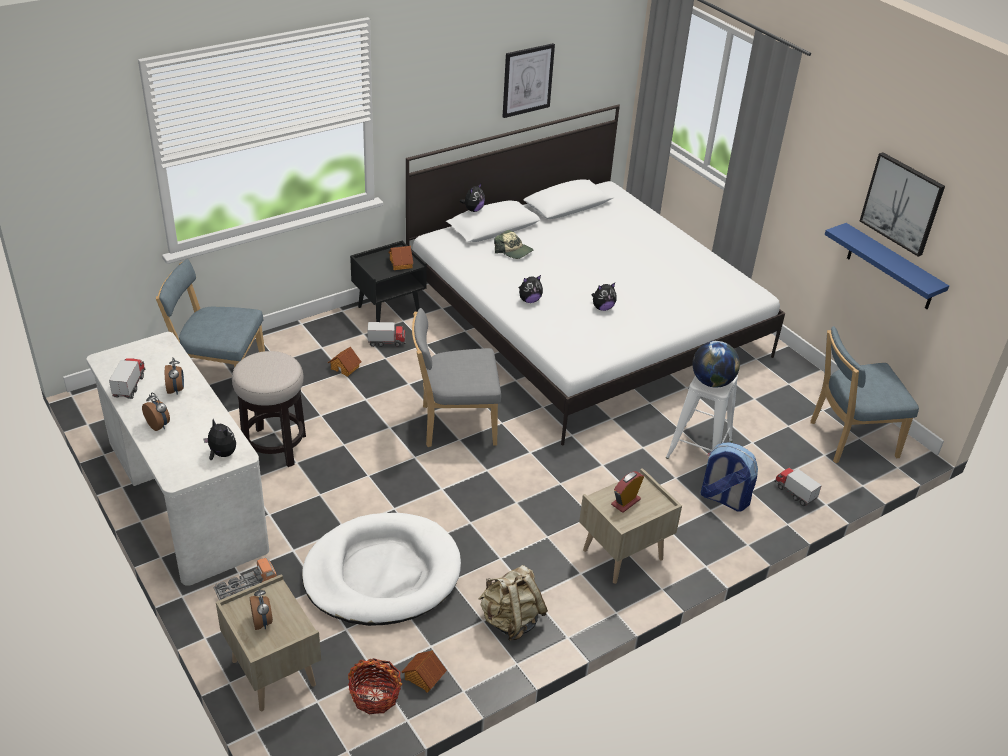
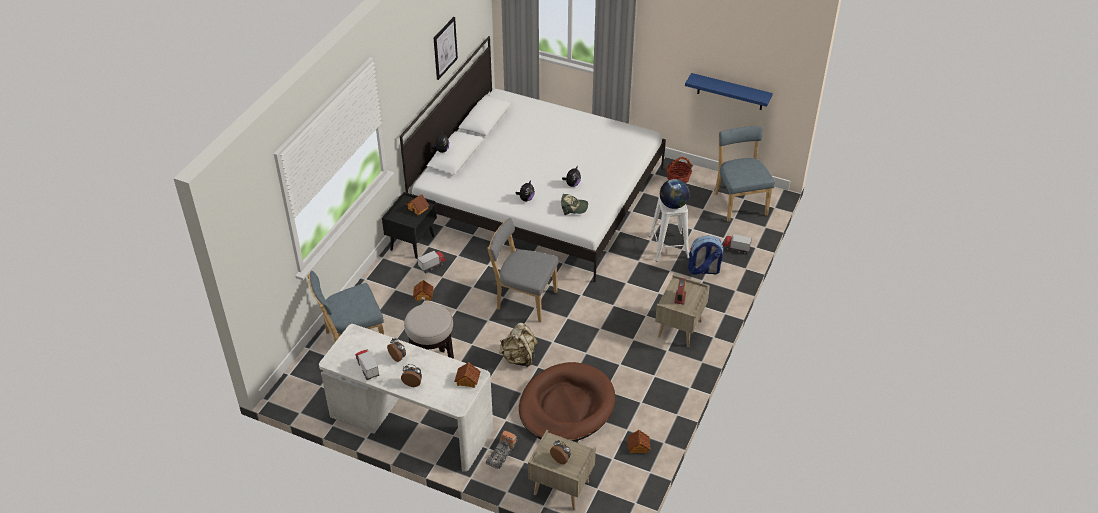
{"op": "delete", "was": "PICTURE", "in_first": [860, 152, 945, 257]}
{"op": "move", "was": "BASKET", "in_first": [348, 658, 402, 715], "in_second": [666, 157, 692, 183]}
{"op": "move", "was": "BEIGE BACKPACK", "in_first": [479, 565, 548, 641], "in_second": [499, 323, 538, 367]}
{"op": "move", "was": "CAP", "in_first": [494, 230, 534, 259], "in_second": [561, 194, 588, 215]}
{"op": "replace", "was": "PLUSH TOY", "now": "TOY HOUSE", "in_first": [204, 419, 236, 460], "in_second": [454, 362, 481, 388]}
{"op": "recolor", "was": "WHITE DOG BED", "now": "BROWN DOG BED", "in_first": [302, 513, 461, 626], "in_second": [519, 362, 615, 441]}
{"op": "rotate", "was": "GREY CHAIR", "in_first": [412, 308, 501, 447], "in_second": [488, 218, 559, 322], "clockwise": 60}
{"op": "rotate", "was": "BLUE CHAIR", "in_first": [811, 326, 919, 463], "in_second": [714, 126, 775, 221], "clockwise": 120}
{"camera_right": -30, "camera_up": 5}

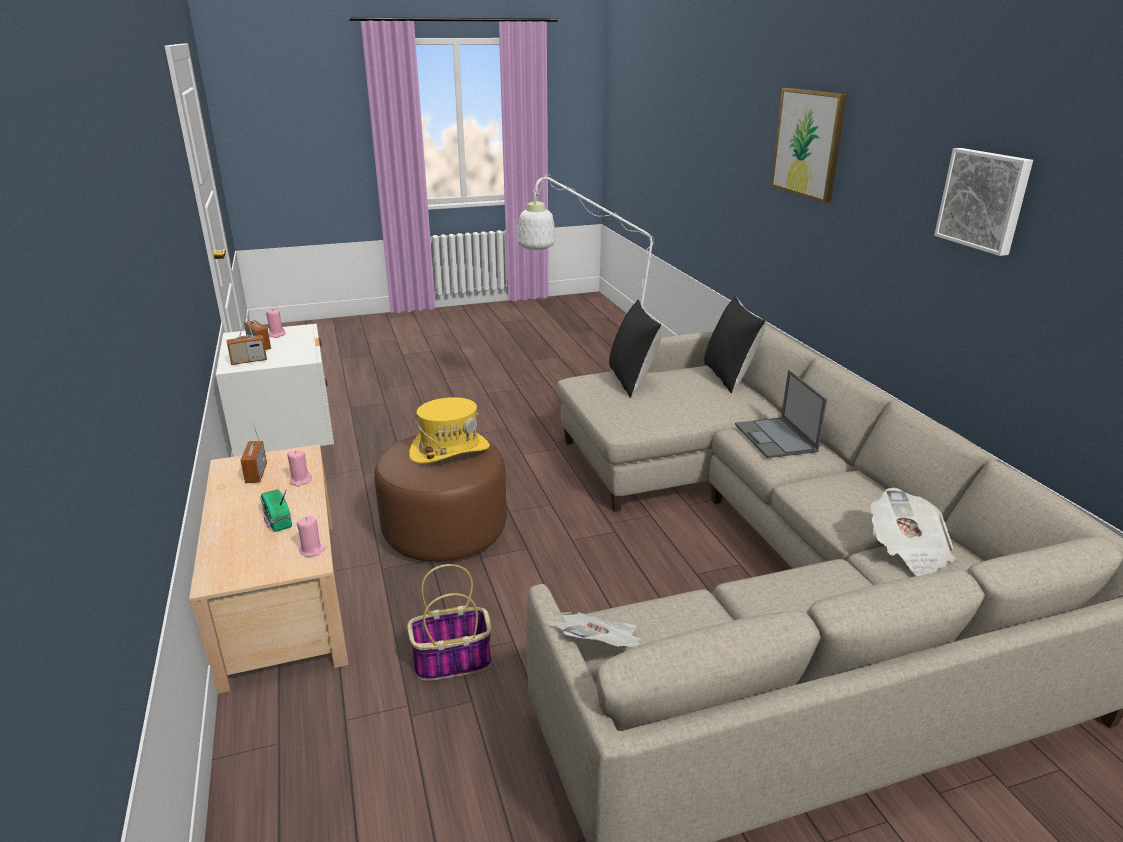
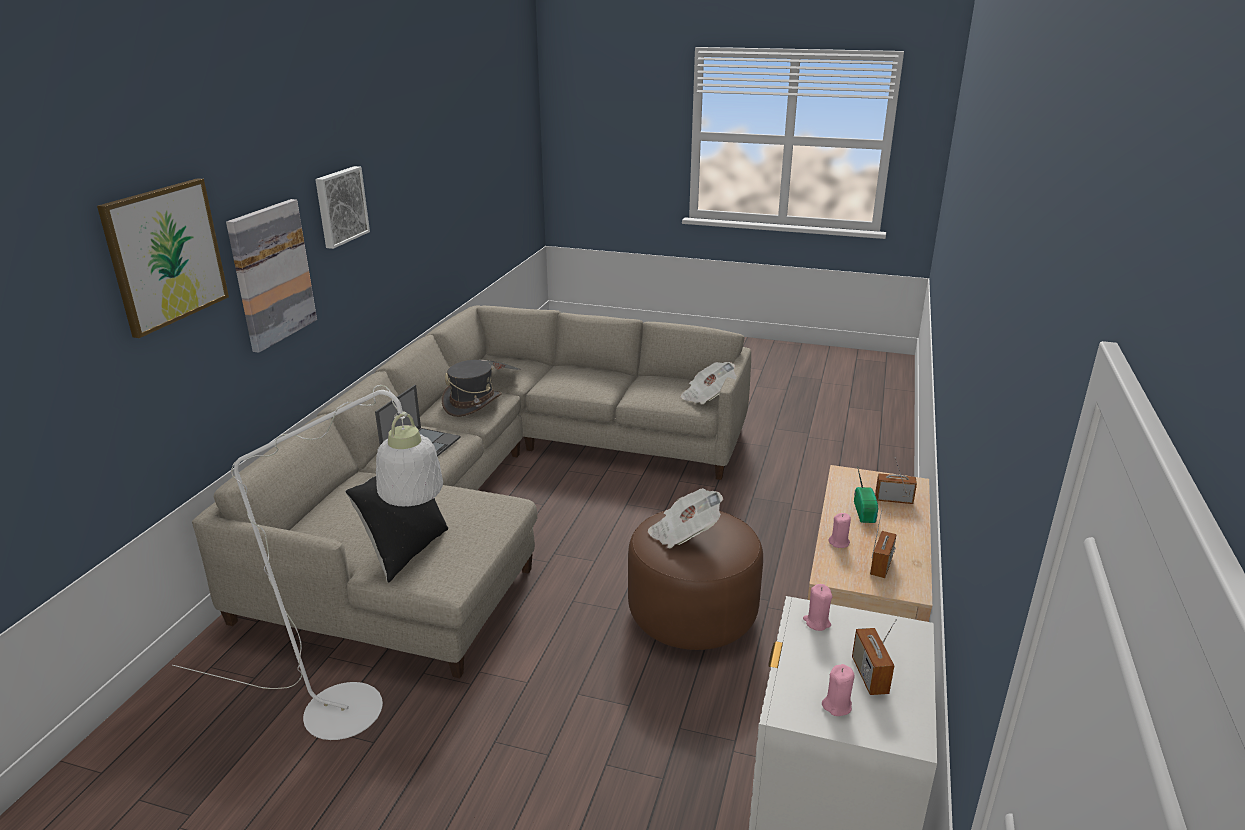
{"op": "delete", "was": "BASKET", "in_first": [407, 564, 491, 681]}
{"op": "delete", "was": "BLACK PILLOW", "in_first": [704, 296, 766, 393]}
{"op": "insert", "now": "PICTURE", "in_second": [226, 199, 317, 353]}
{"op": "insert", "now": "GREY HAT", "in_second": [442, 360, 502, 417]}
{"op": "move", "was": "RADIO", "in_first": [226, 311, 267, 365], "in_second": [875, 457, 917, 504]}
{"op": "move", "was": "PINK CANDLE", "in_first": [296, 516, 326, 557], "in_second": [803, 584, 832, 631]}
{"op": "replace", "was": "YELLOW HAT", "now": "NEWSPAPER", "in_first": [409, 397, 490, 464], "in_second": [648, 488, 723, 548]}
{"camera_right": -145, "camera_up": 0}

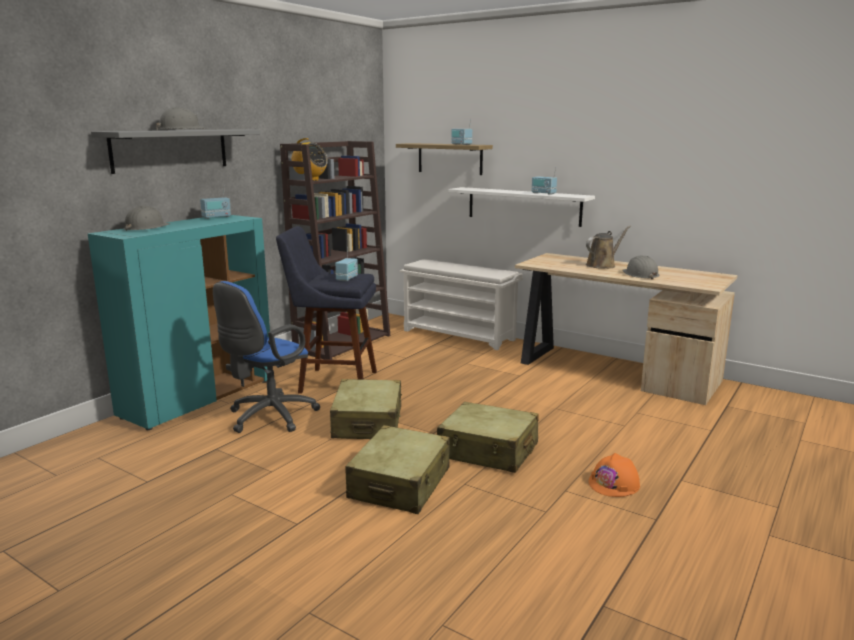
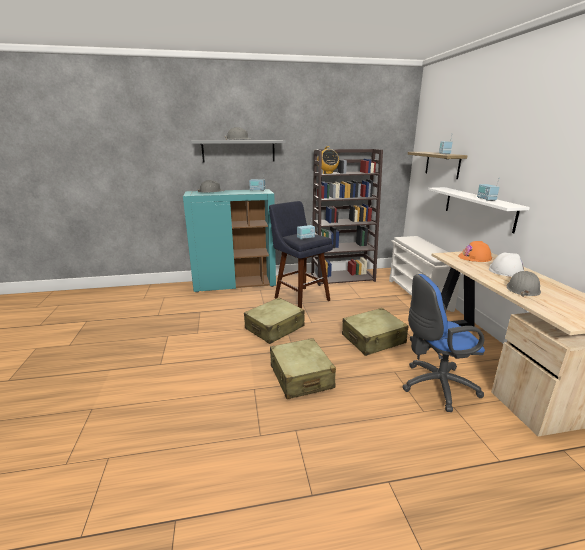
{"op": "move", "was": "BLUE OFFICE CHAIR", "in_first": [213, 281, 320, 433], "in_second": [402, 274, 485, 412]}
{"op": "move", "was": "BEIGE SUITCASE", "in_first": [345, 425, 450, 514], "in_second": [342, 308, 408, 356]}
{"op": "move", "was": "ORANGE HARD HAT", "in_first": [589, 453, 640, 497], "in_second": [458, 241, 492, 262]}
{"op": "replace", "was": "BROWN WATERING CAN", "now": "WHITE HARD HAT", "in_first": [586, 226, 631, 268], "in_second": [489, 253, 524, 277]}
{"camera_right": 45, "camera_up": 5}

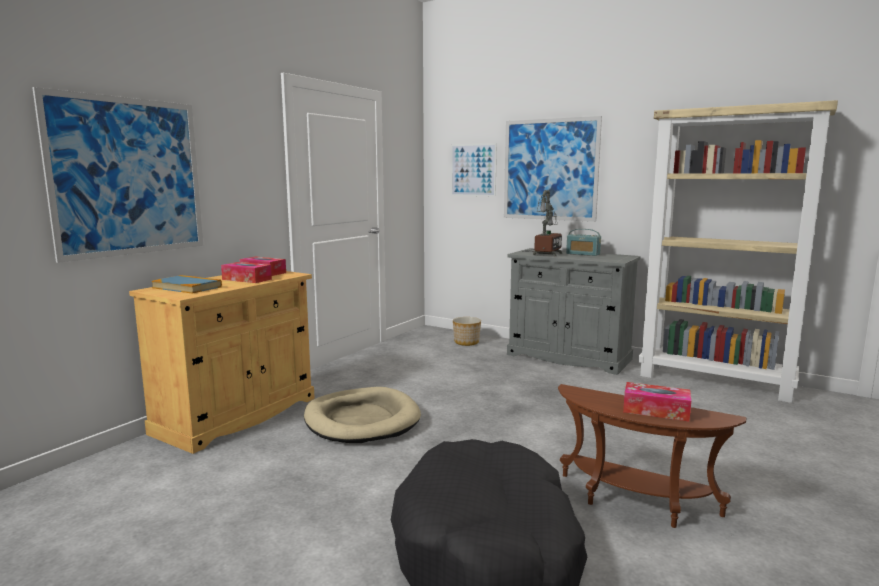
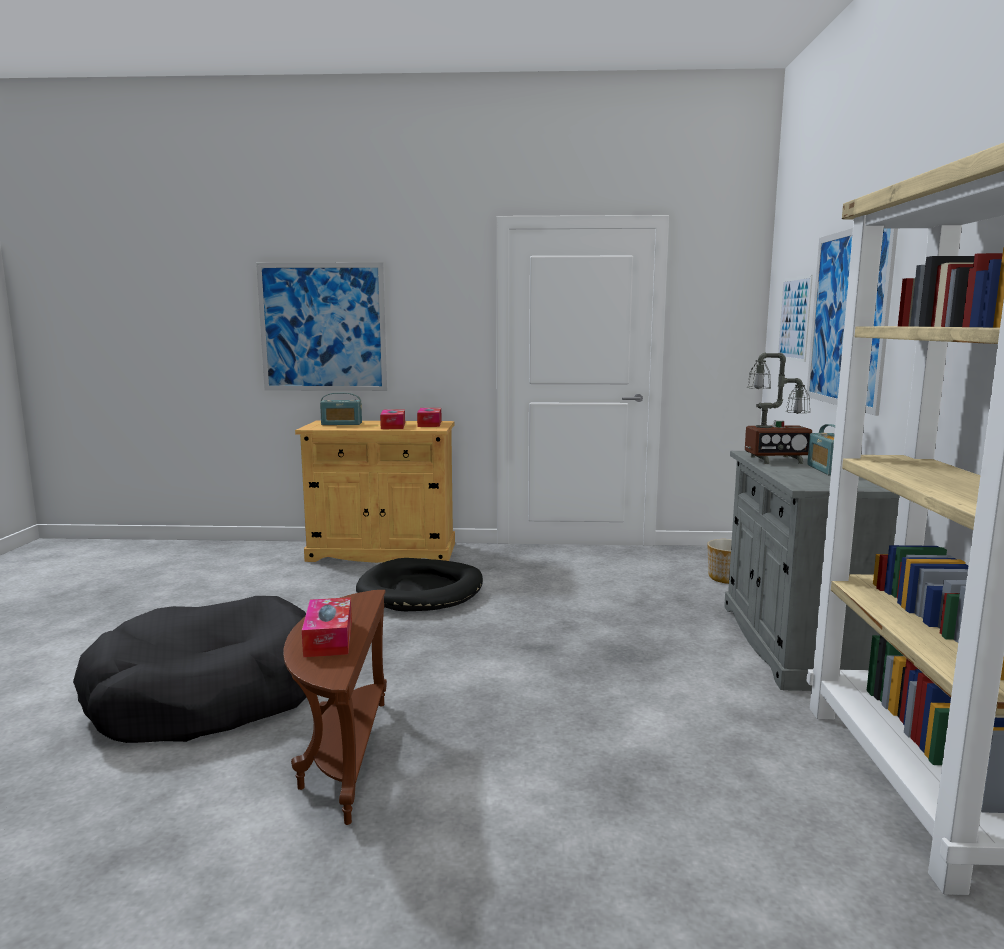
{"op": "replace", "was": "BOOK", "now": "RADIO", "in_first": [151, 275, 222, 294], "in_second": [320, 393, 362, 425]}
{"op": "recolor", "was": "BEIGE DOG BED", "now": "BLACK DOG BED", "in_first": [304, 387, 421, 443], "in_second": [356, 558, 483, 611]}
{"camera_right": 60, "camera_up": 0}

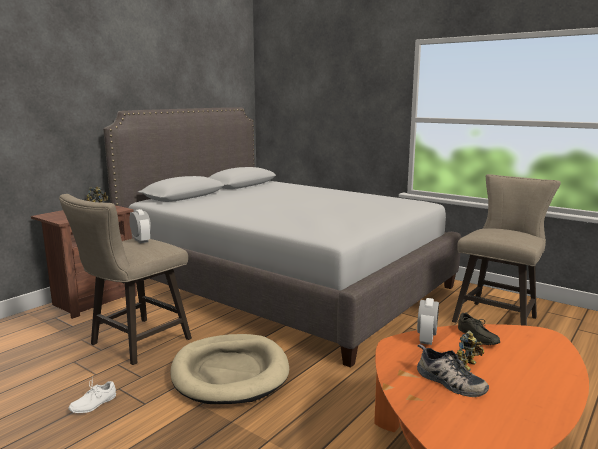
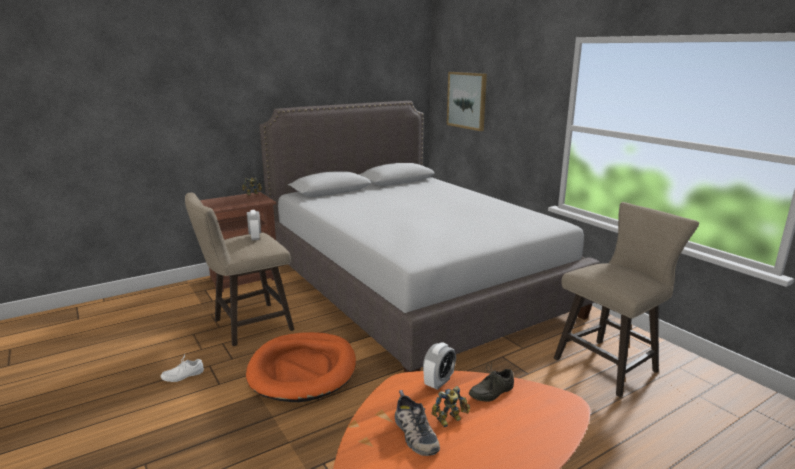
{"op": "insert", "now": "PICTURE", "in_second": [447, 72, 487, 131]}
{"op": "recolor", "was": "BEIGE DOG BED", "now": "ORANGE DOG BED", "in_first": [171, 334, 289, 404], "in_second": [246, 332, 356, 402]}
{"op": "rotate", "was": "GREY SHOE", "in_first": [458, 312, 500, 345], "in_second": [469, 363, 514, 402], "clockwise": 60}
{"camera_right": 20, "camera_up": 5}

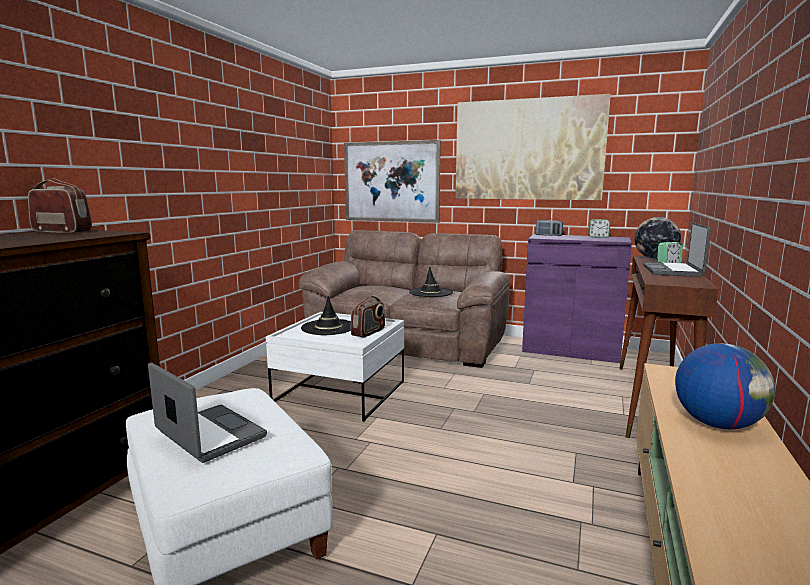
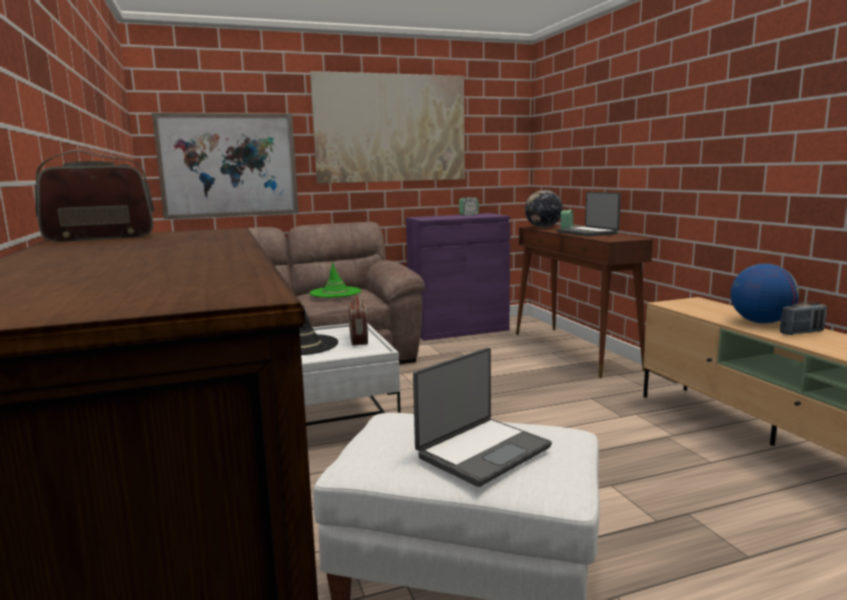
{"op": "move", "was": "RADIO", "in_first": [536, 218, 563, 236], "in_second": [780, 301, 827, 335]}
{"op": "recolor", "was": "BLACK HAT", "now": "GREEN HAT", "in_first": [409, 267, 453, 297], "in_second": [309, 262, 361, 298]}
{"op": "rotate", "was": "LAPTOP", "in_first": [148, 363, 267, 463], "in_second": [413, 348, 552, 487], "clockwise": 135}
{"camera_right": -40, "camera_up": 0}

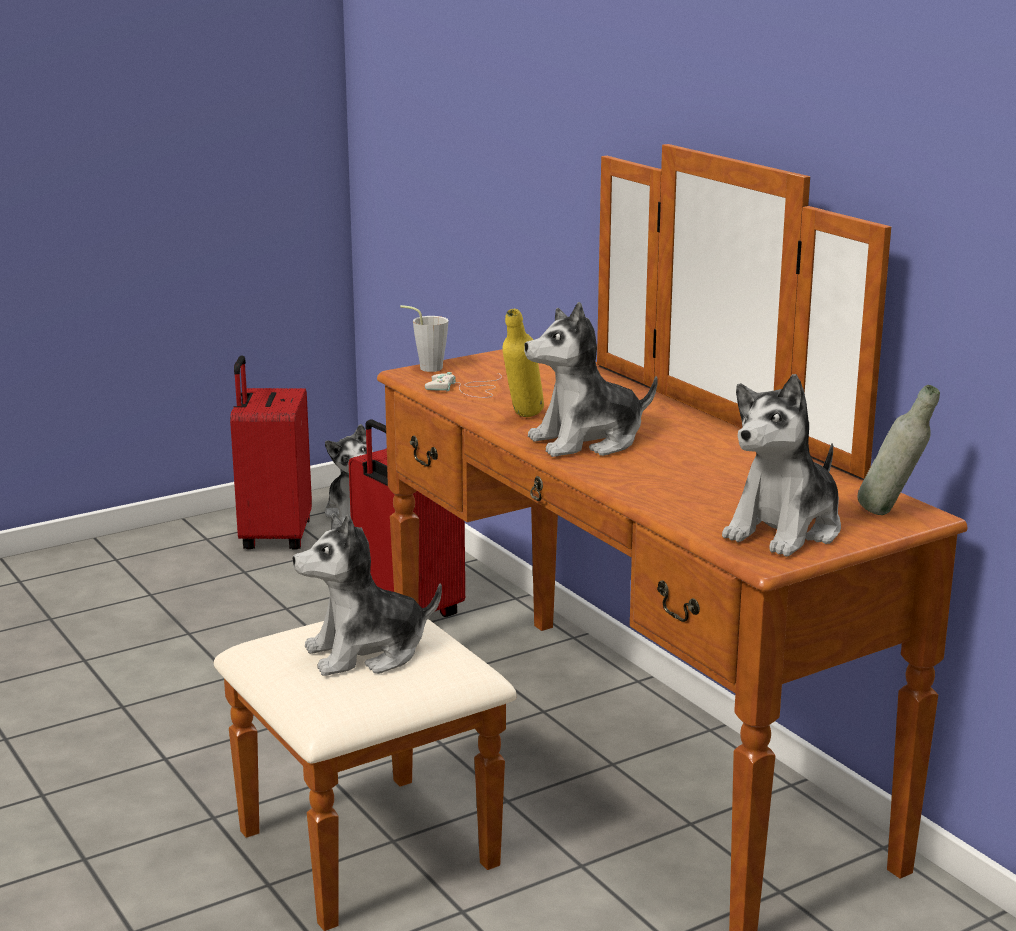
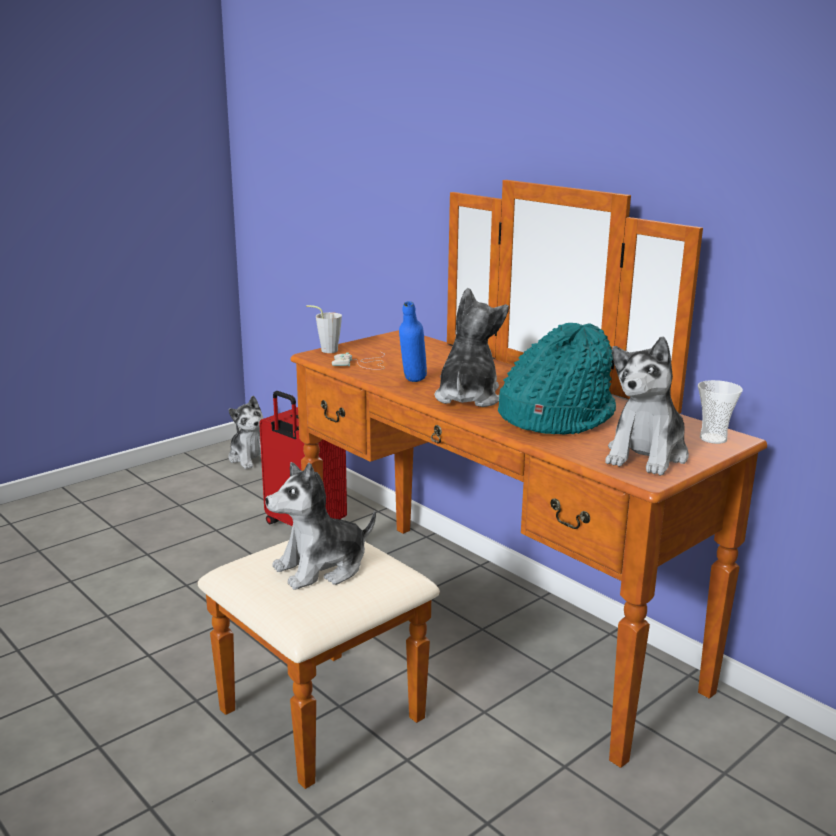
{"op": "delete", "was": "RED SUITCASE", "in_first": [230, 355, 312, 549]}
{"op": "insert", "now": "TURQUOISE HAT", "in_second": [498, 323, 616, 435]}
{"op": "replace", "was": "GREY BOTTLE", "now": "CUP", "in_first": [857, 385, 940, 515], "in_second": [698, 380, 743, 444]}
{"op": "recolor", "was": "YELLOW BOTTLE", "now": "BLUE BOTTLE", "in_first": [502, 309, 544, 417], "in_second": [399, 301, 427, 382]}
{"op": "rotate", "was": "PLUSH TOY", "in_first": [524, 302, 658, 457], "in_second": [434, 288, 509, 407], "clockwise": 135}
{"camera_right": -10, "camera_up": 0}

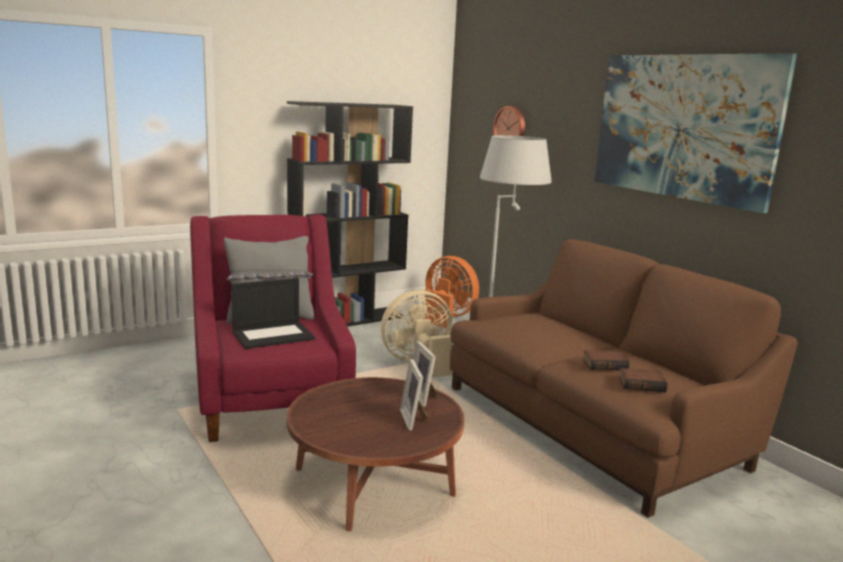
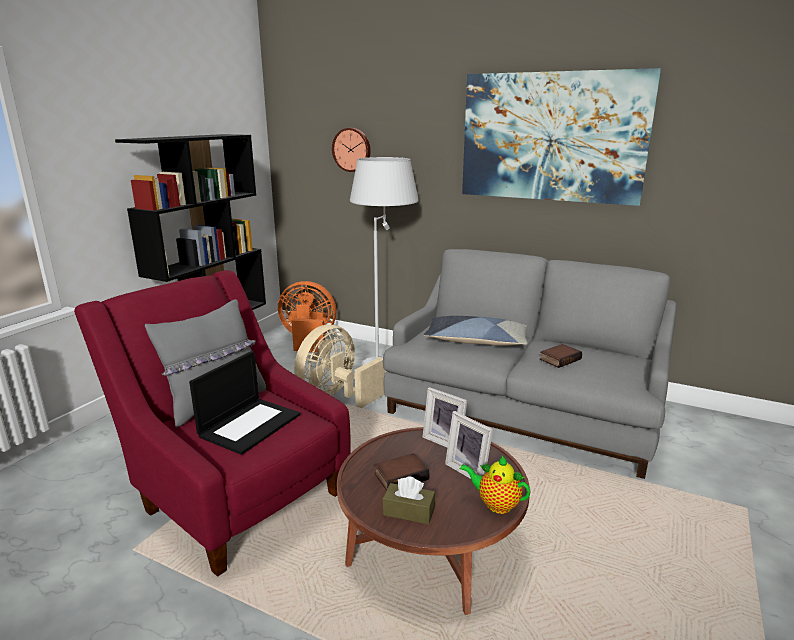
{"op": "insert", "now": "BROWN TISSUE BOX", "in_second": [383, 476, 435, 524]}
{"op": "insert", "now": "PILLOW", "in_second": [424, 316, 528, 346]}
{"op": "insert", "now": "TEAPOT", "in_second": [460, 456, 531, 514]}
{"op": "move", "was": "BOOK", "in_first": [619, 368, 668, 393], "in_second": [374, 453, 430, 490]}
{"op": "recolor", "was": "BROWN SOFA", "now": "GREY SOFA", "in_first": [450, 239, 798, 518], "in_second": [383, 249, 677, 479]}
{"camera_right": -30, "camera_up": 5}

